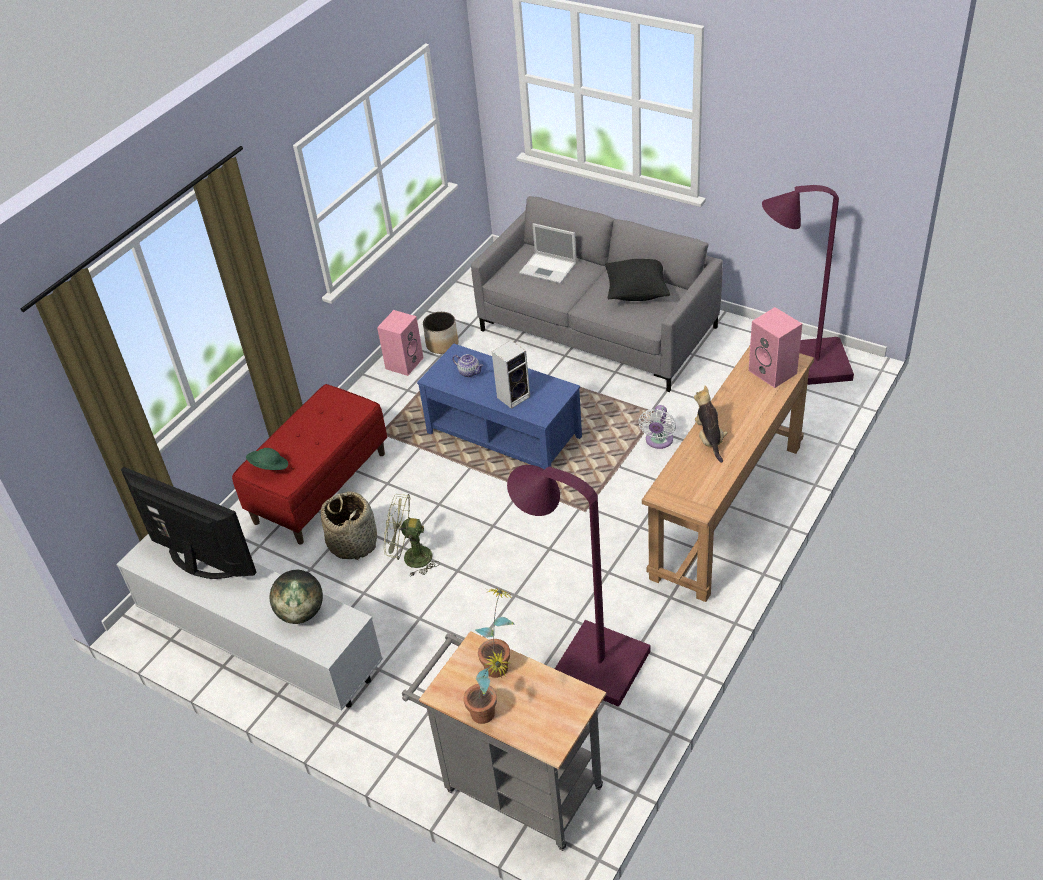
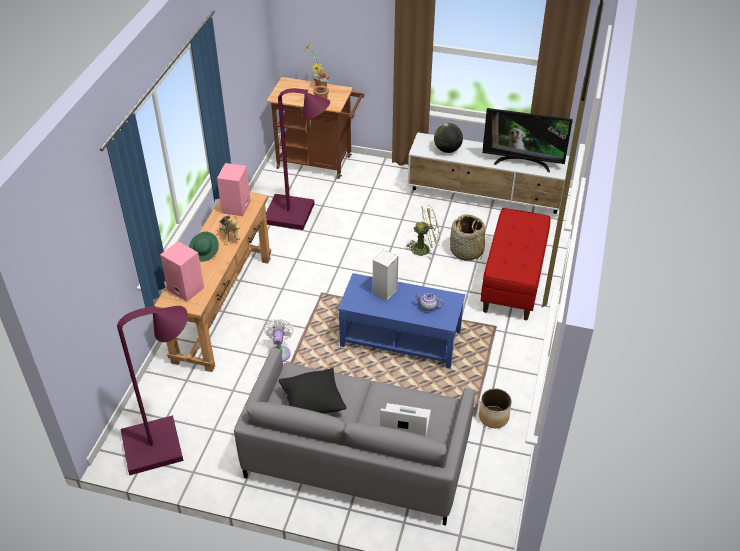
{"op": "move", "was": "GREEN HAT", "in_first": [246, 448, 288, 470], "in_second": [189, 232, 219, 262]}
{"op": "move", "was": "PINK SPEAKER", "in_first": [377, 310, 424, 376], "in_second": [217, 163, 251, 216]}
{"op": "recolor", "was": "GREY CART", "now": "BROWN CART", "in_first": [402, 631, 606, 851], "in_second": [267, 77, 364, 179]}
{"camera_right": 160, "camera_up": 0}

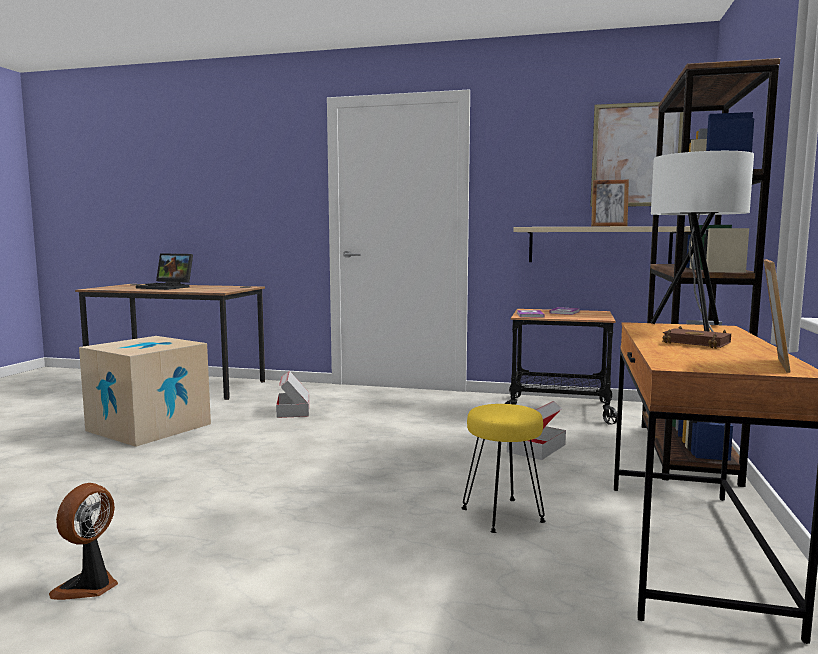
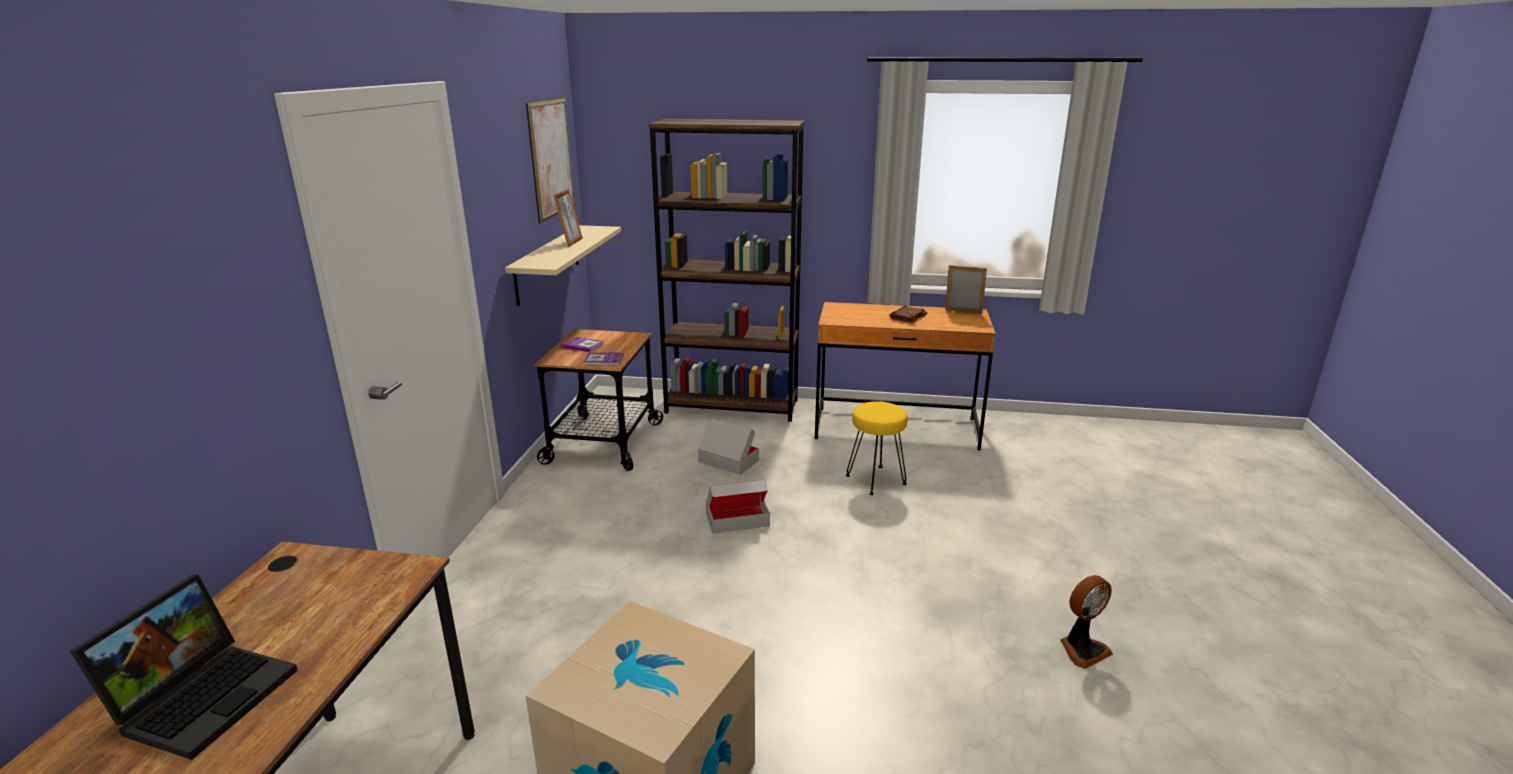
{"op": "delete", "was": "WHITE TABLE LAMP", "in_first": [650, 151, 754, 332]}
{"op": "move", "was": "CARDBOARD BOX", "in_first": [276, 371, 309, 418], "in_second": [706, 479, 770, 534]}
{"op": "rotate", "was": "FAN", "in_first": [49, 483, 118, 600], "in_second": [1061, 575, 1113, 669], "clockwise": -45}
{"camera_right": -95, "camera_up": 15}

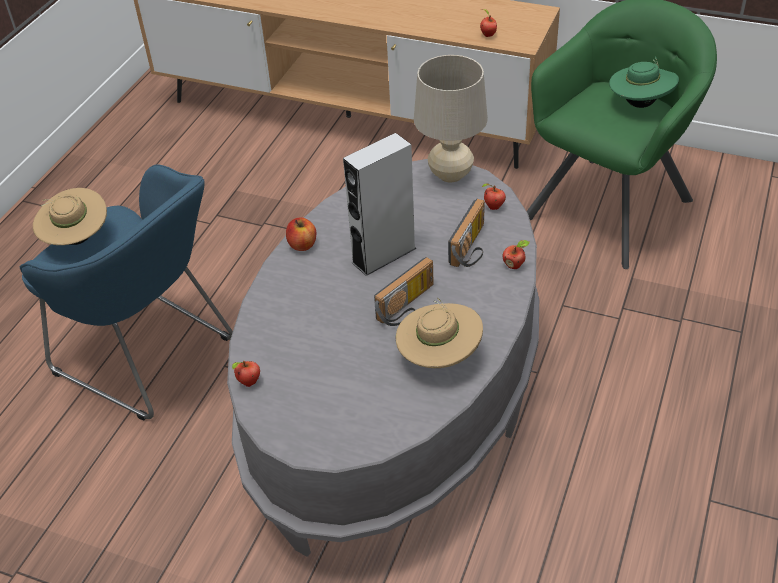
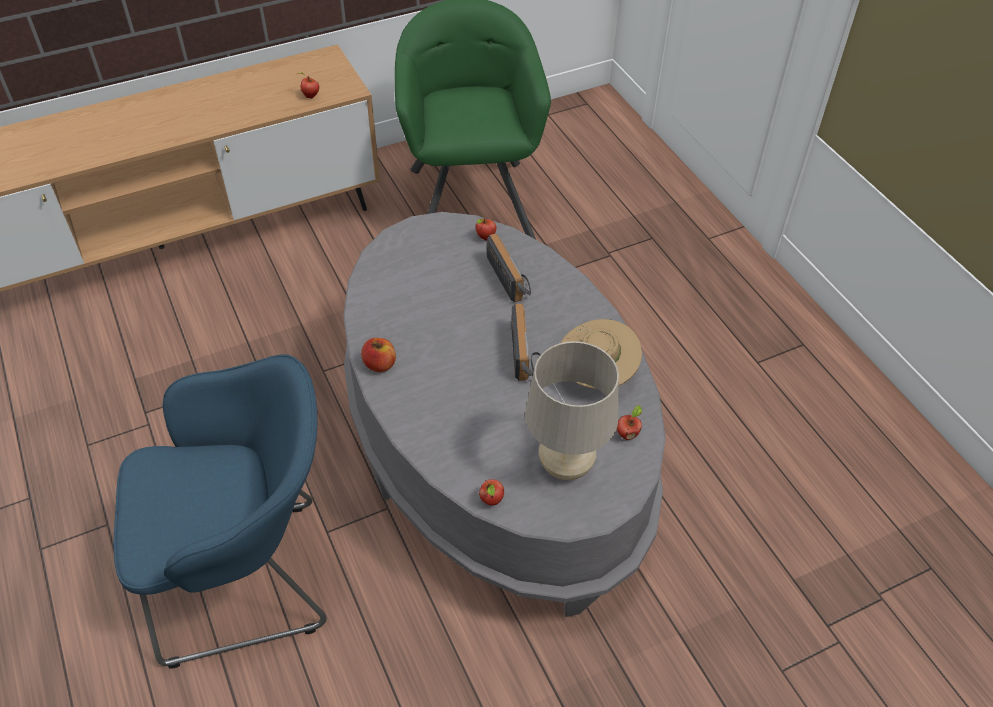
{"op": "delete", "was": "BEIGE HAT", "in_first": [33, 188, 107, 245]}
{"op": "delete", "was": "GREY SPEAKER", "in_first": [343, 133, 416, 276]}
{"op": "delete", "was": "GREEN HAT", "in_first": [609, 56, 679, 108]}
{"op": "move", "was": "BEIGE TABLE LAMP", "in_first": [414, 55, 488, 182], "in_second": [525, 341, 619, 480]}
{"op": "move", "was": "APPLE", "in_first": [503, 240, 530, 269], "in_second": [617, 405, 642, 440]}
{"camera_right": -50, "camera_up": 5}

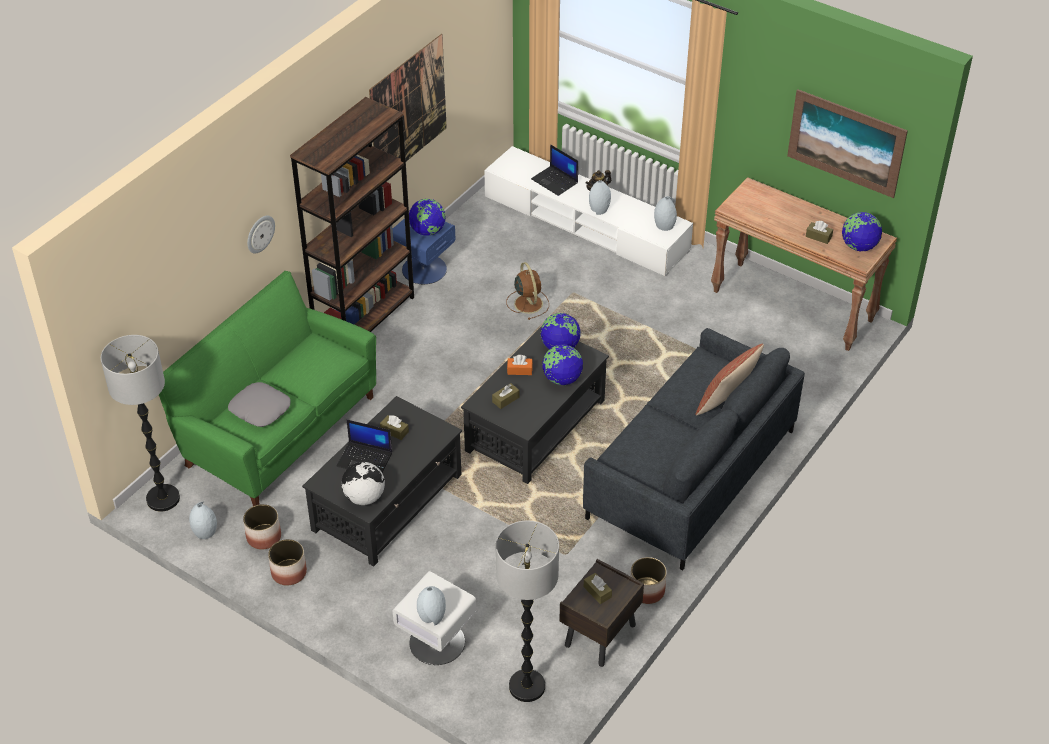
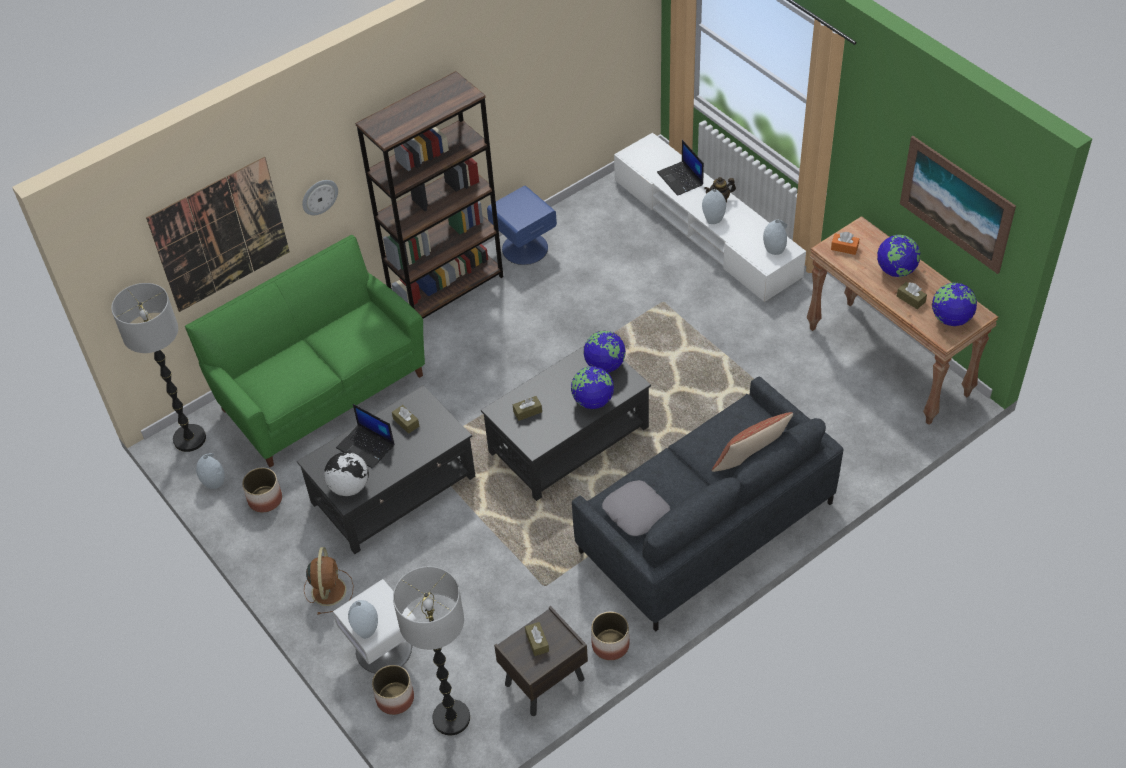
{"op": "move", "was": "GREY PILLOW", "in_first": [228, 382, 291, 427], "in_second": [602, 480, 670, 536]}
{"op": "move", "was": "PLANTER", "in_first": [268, 539, 307, 586], "in_second": [372, 665, 414, 715]}
{"op": "move", "was": "PICTURE", "in_first": [369, 34, 447, 161], "in_second": [146, 157, 290, 312]}
{"op": "move", "was": "GLOBE", "in_first": [409, 199, 446, 236], "in_second": [877, 235, 921, 277]}
{"op": "move", "was": "BROWN FAN", "in_first": [506, 262, 549, 320], "in_second": [304, 547, 354, 615]}
{"op": "move", "was": "ORANGE TISSUE BOX", "in_first": [507, 355, 533, 375], "in_second": [831, 232, 859, 255]}
{"camera_right": 20, "camera_up": 5}

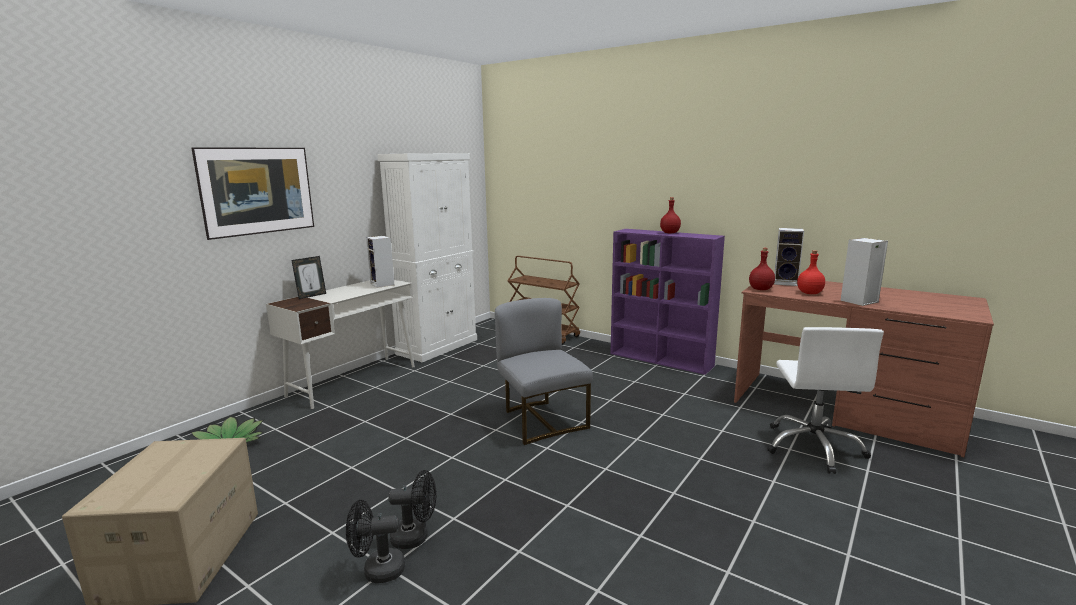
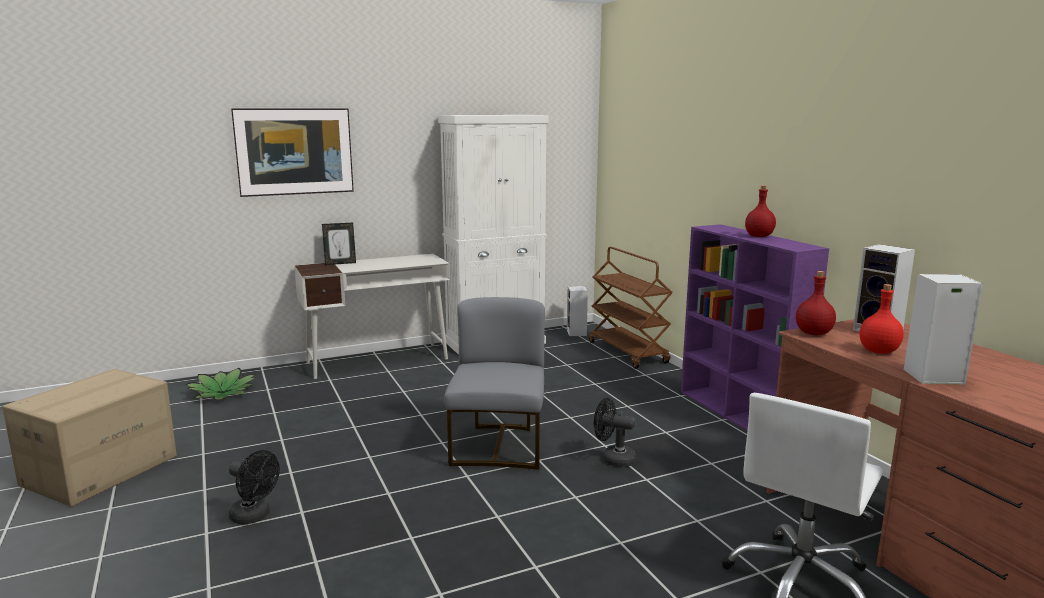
{"op": "move", "was": "BLACK FAN", "in_first": [346, 500, 405, 583], "in_second": [594, 398, 636, 467]}
{"op": "move", "was": "SPEAKER", "in_first": [366, 236, 394, 288], "in_second": [567, 286, 588, 336]}
{"camera_right": 30, "camera_up": 0}

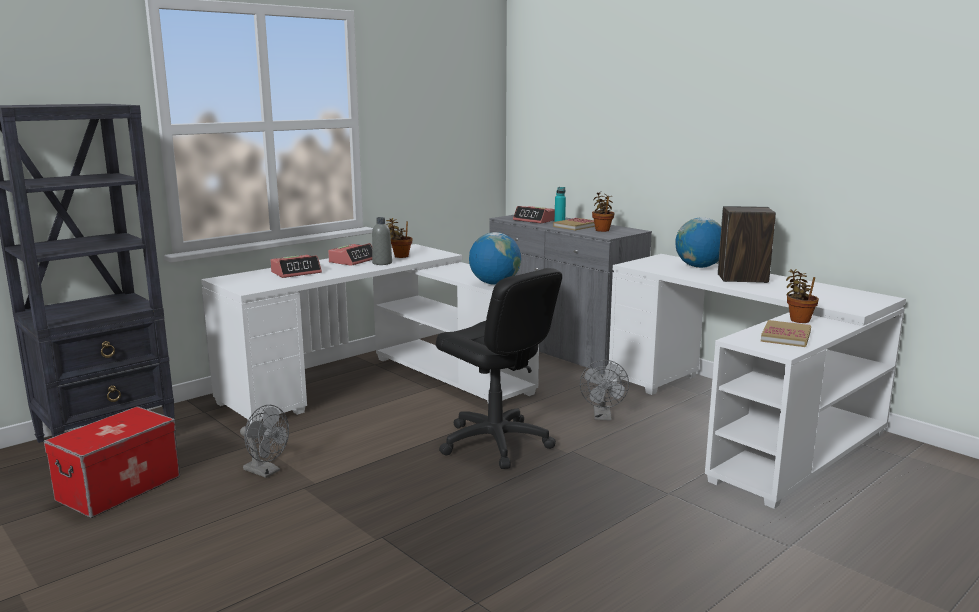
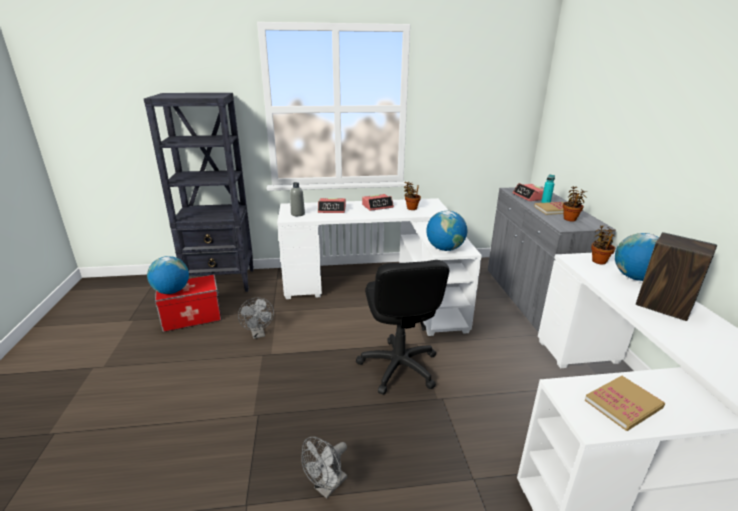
{"op": "insert", "now": "GLOBE", "in_second": [147, 256, 189, 294]}
{"op": "move", "was": "GREY BOTTLE", "in_first": [372, 217, 392, 265], "in_second": [290, 182, 305, 216]}
{"op": "move", "was": "GREY FAN", "in_first": [580, 360, 629, 420], "in_second": [301, 437, 347, 498]}
{"op": "move", "was": "POTTED PLANT", "in_first": [786, 269, 819, 323], "in_second": [591, 225, 615, 264]}
{"camera_right": 35, "camera_up": 10}

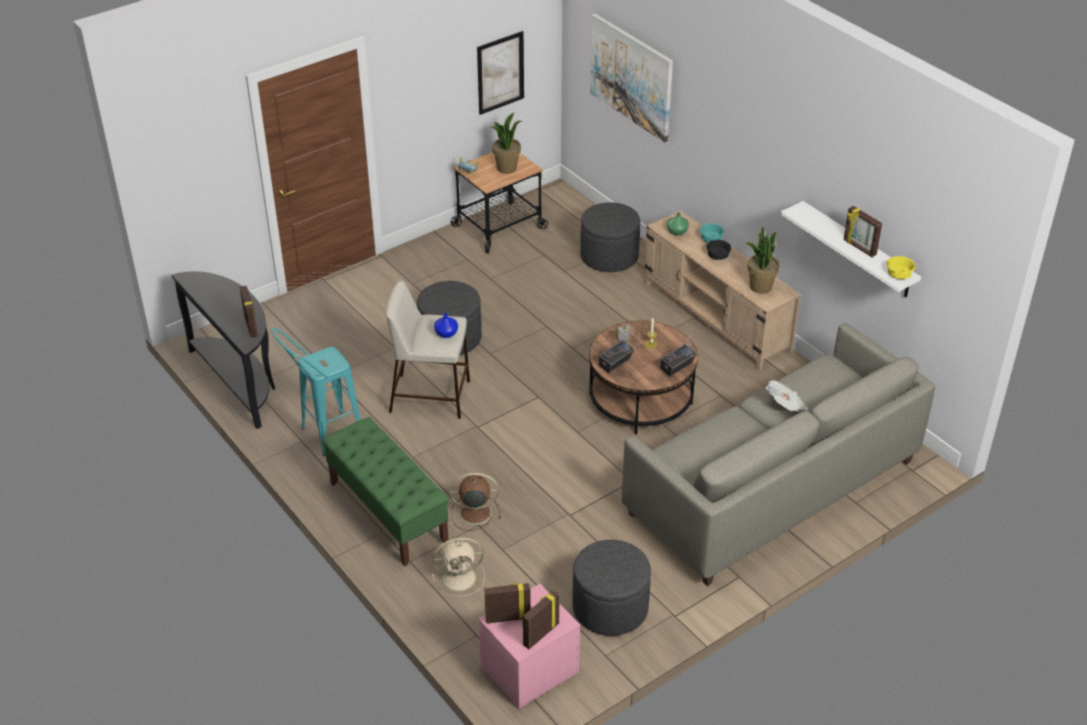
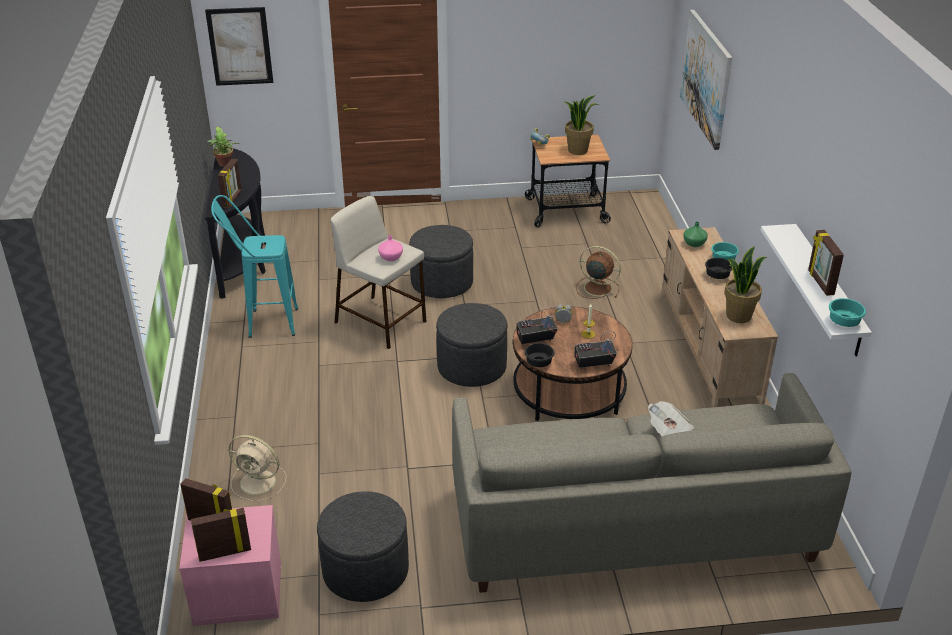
{"op": "delete", "was": "GREEN BENCH", "in_first": [322, 417, 449, 566]}
{"op": "insert", "now": "POTTED PLANT", "in_second": [207, 127, 239, 167]}
{"op": "insert", "now": "BLACK BOWL", "in_second": [525, 343, 555, 367]}
{"op": "move", "was": "BROWN FAN", "in_first": [450, 473, 501, 531], "in_second": [576, 246, 621, 299]}
{"op": "move", "was": "PICTURE", "in_first": [477, 31, 524, 115], "in_second": [205, 7, 273, 86]}
{"op": "move", "was": "GREY OTTOMAN", "in_first": [580, 202, 640, 272], "in_second": [436, 303, 508, 387]}
{"op": "recolor", "was": "BLUE VASE", "now": "PINK VASE", "in_first": [434, 313, 458, 338], "in_second": [378, 235, 403, 261]}
{"op": "recolor", "was": "YELLOW BOWL", "now": "TURQUOISE BOWL", "in_first": [887, 256, 915, 279], "in_second": [829, 298, 866, 327]}
{"camera_right": 30, "camera_up": -5}

